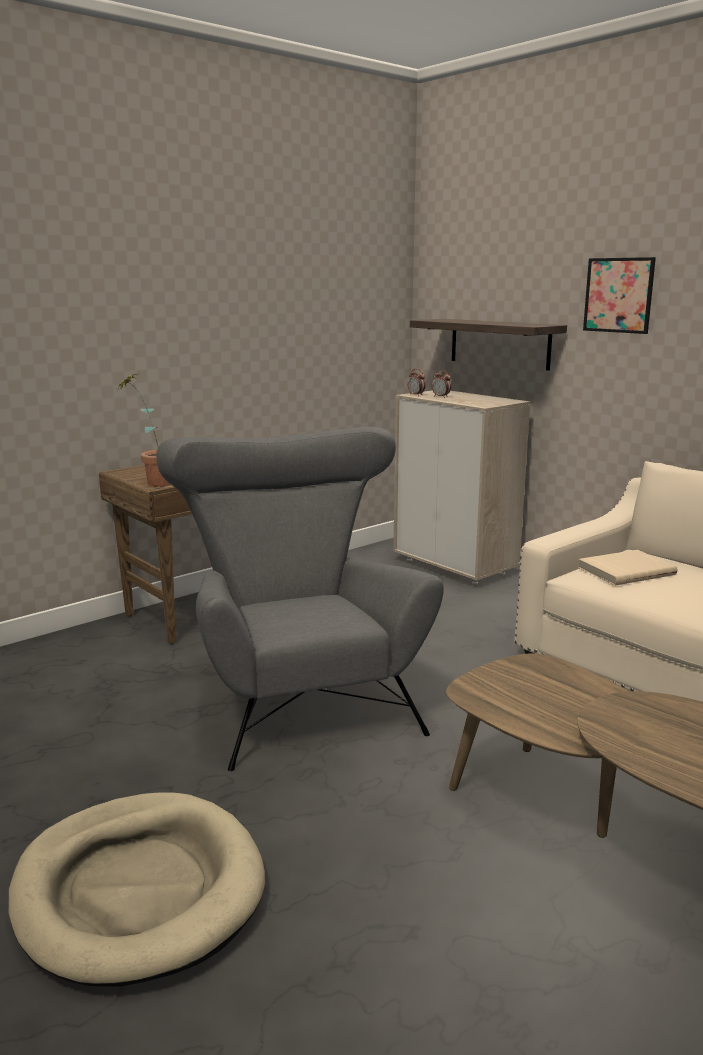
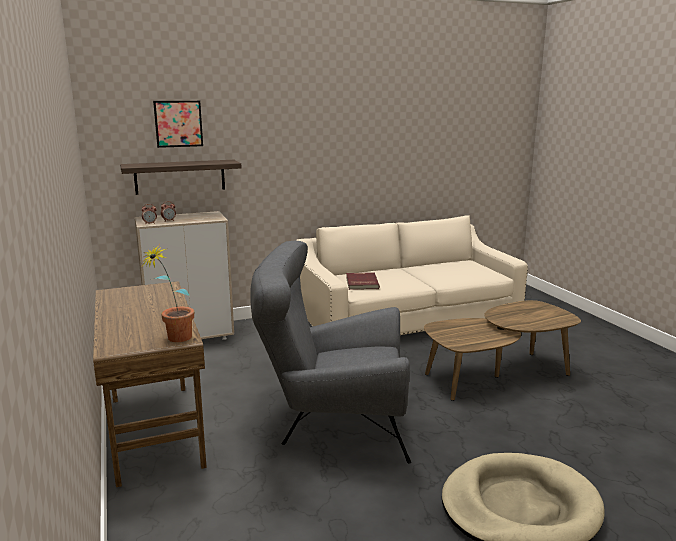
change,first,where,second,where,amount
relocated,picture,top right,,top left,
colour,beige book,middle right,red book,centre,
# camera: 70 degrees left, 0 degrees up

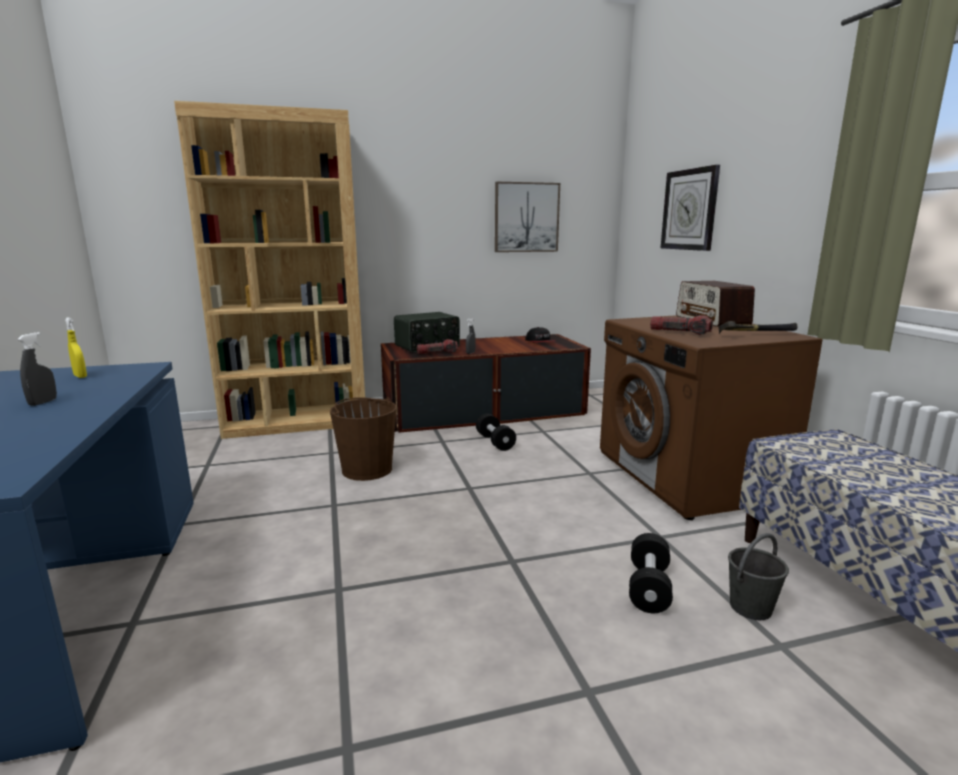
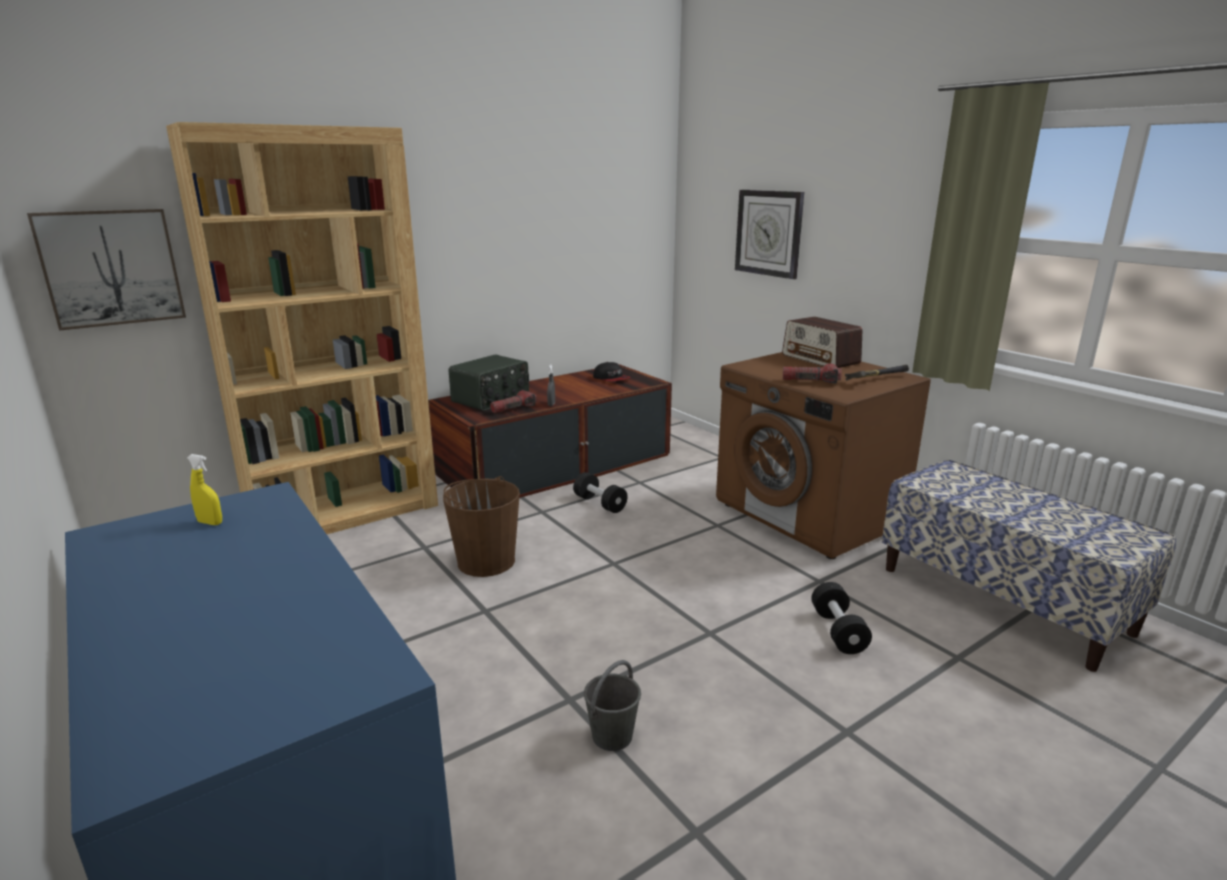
change,first,where,second,where,amount
missing,grey spray bottle (no. 1 from left),middle left,,,
relocated,picture,top centre,,top left,
relocated,grey bucket,bottom right,,bottom centre,
# camera: 20 degrees left, 5 degrees up

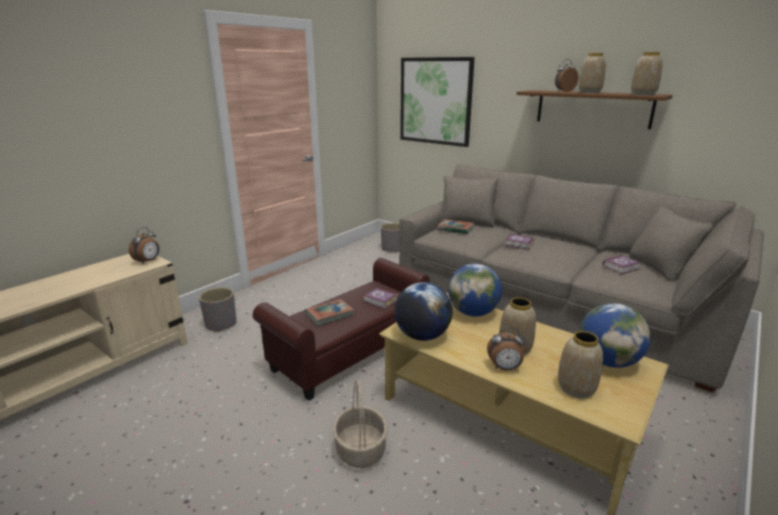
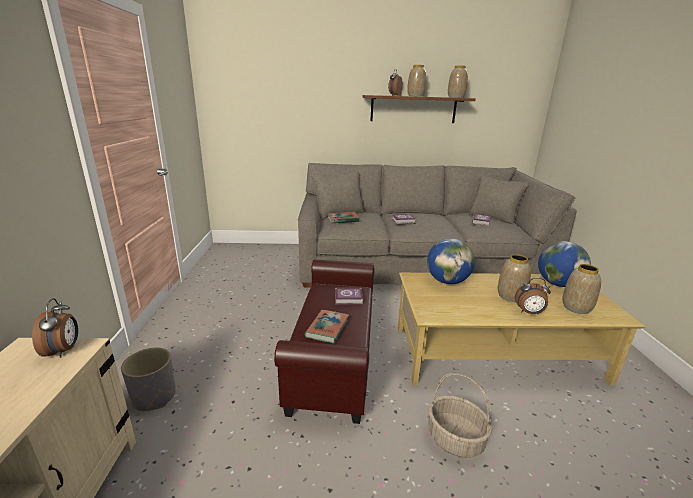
change,first,where,second,where,amount
missing,grey planter (no. 2 from left),centre,,,
missing,globe (no. 1 from left),centre,,,
missing,picture,top centre,,,
spun,alarm clock (no. 2 from left in the first image),bottom centre,alarm clock (no. 3 from left),middle right,45 degrees clockwise
# camera: 40 degrees left, 0 degrees up

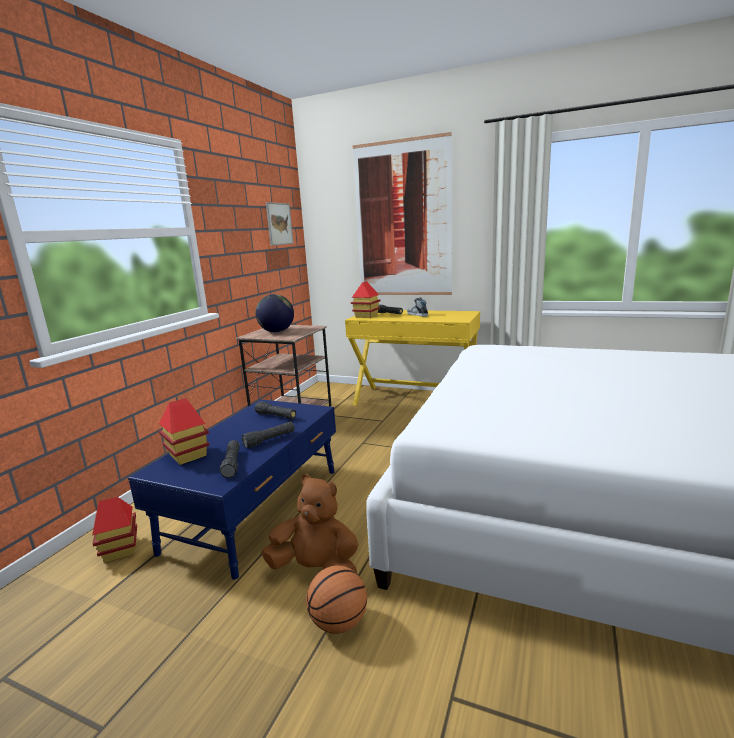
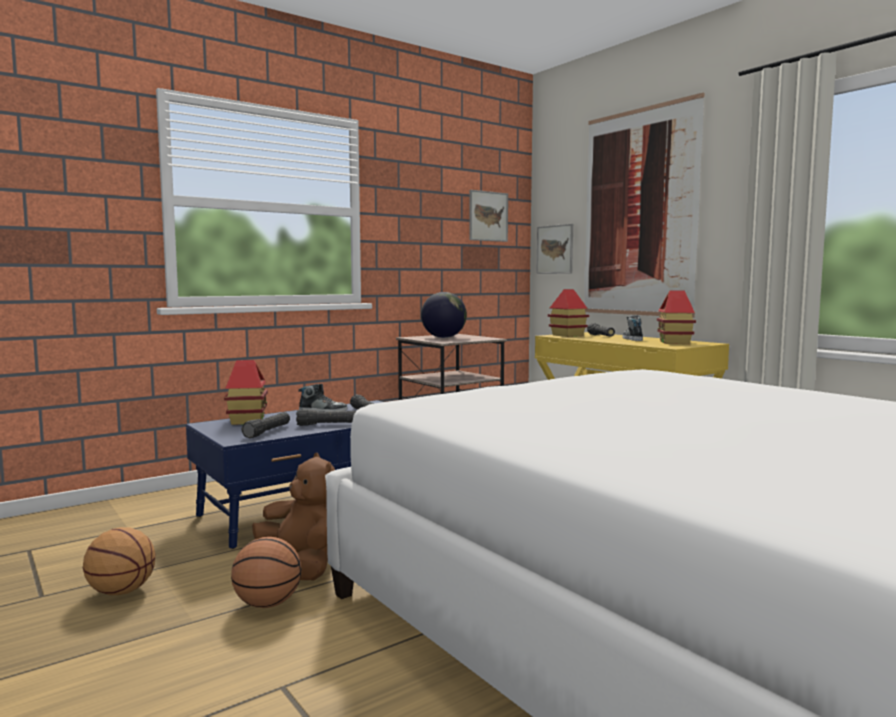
change,first,where,second,where,amount
appeared,,,basketball (no. 1 from left),bottom left,
appeared,,,shoe (no. 1 from left),centre,
appeared,,,picture (no. 2 from left),centre,
relocated,toy house (no. 1 from left in the first image),bottom left,toy house (no. 3 from left),middle right,
# camera: 30 degrees right, 10 degrees down

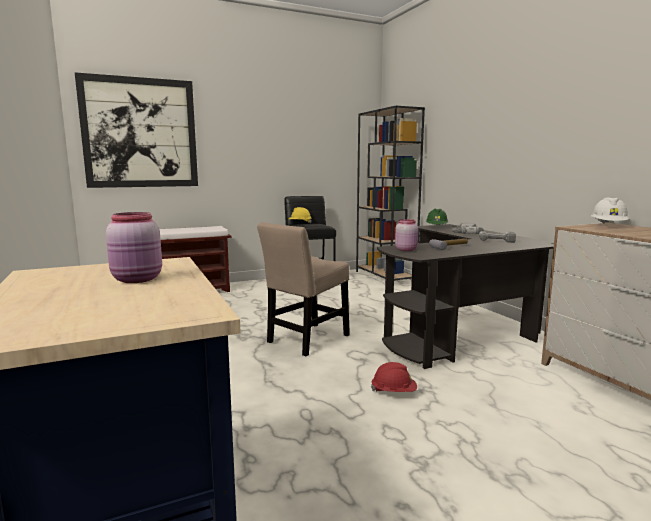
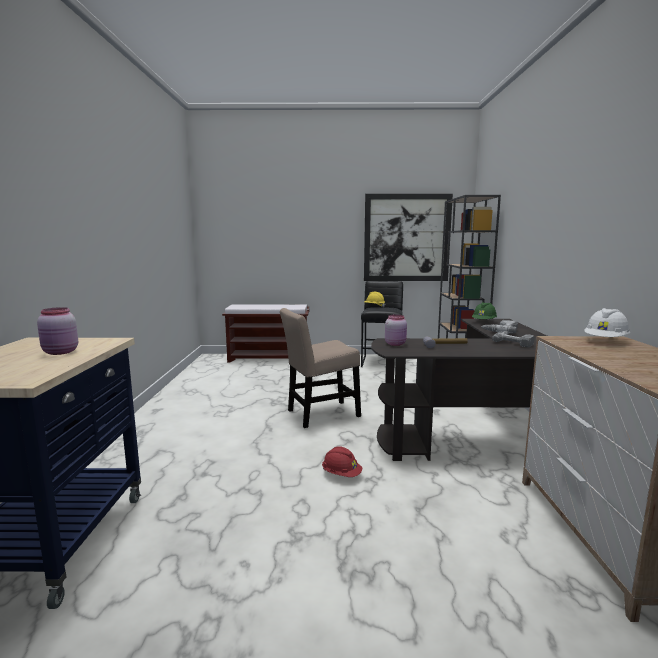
change,first,where,second,where,amount
relocated,picture,top left,,centre,
# camera: 25 degrees right, 0 degrees up

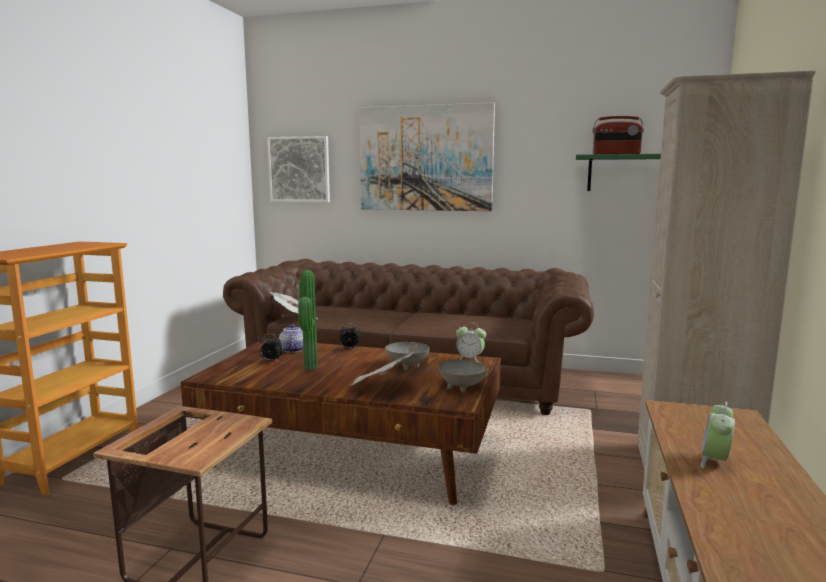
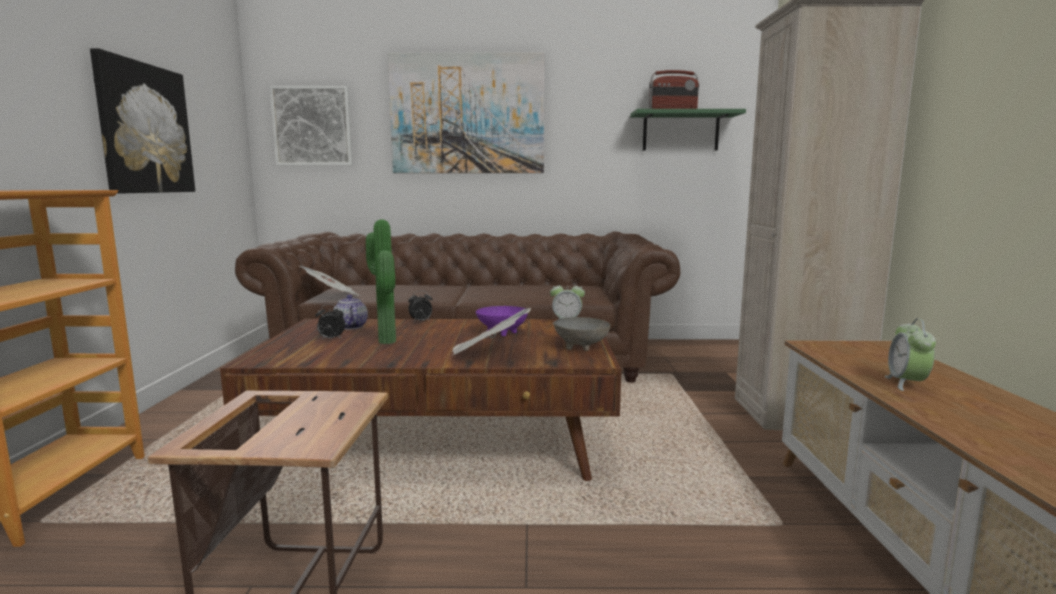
change,first,where,second,where,amount
appeared,,,picture (no. 1 from left),top left,
colour,grey bowl (no. 1 from left),centre,purple bowl,centre,
# camera: 15 degrees left, 0 degrees up

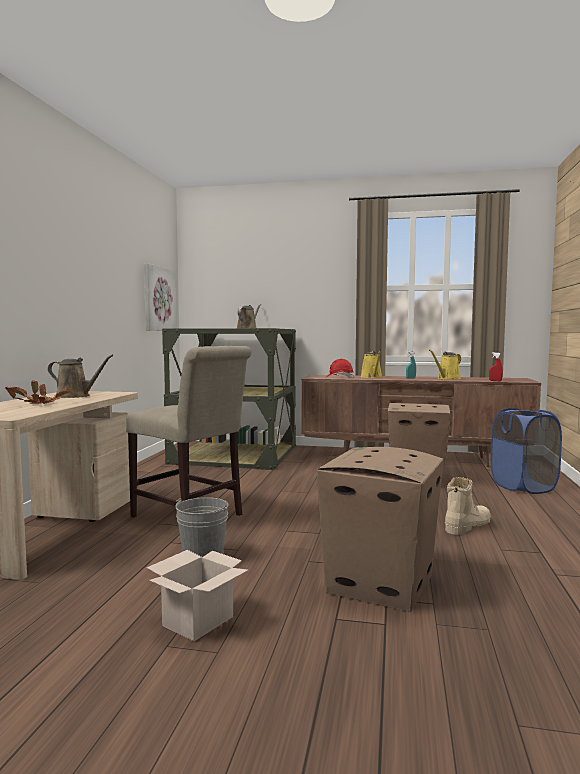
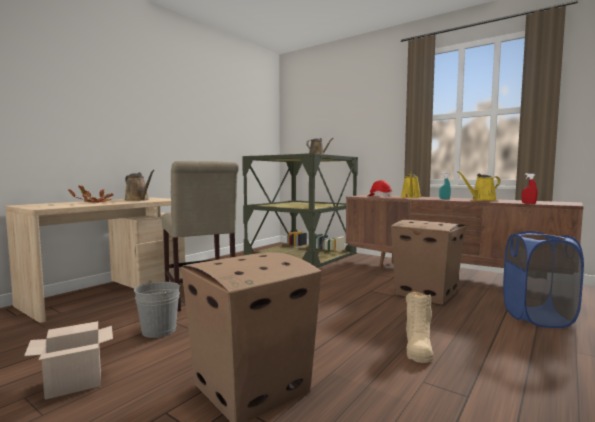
change,first,where,second,where,amount
missing,picture,middle left,,,
spun,beige boot,middle right,,bottom right,120 degrees clockwise
# camera: 25 degrees right, 0 degrees up

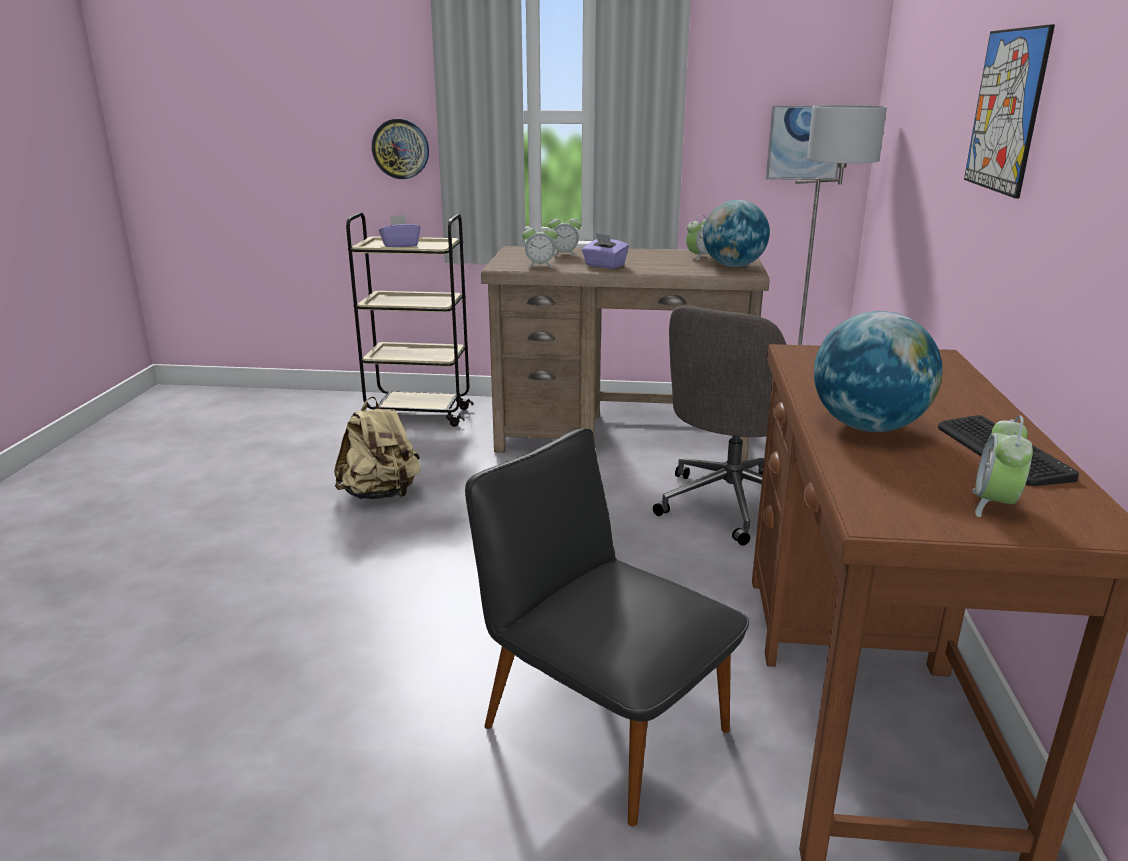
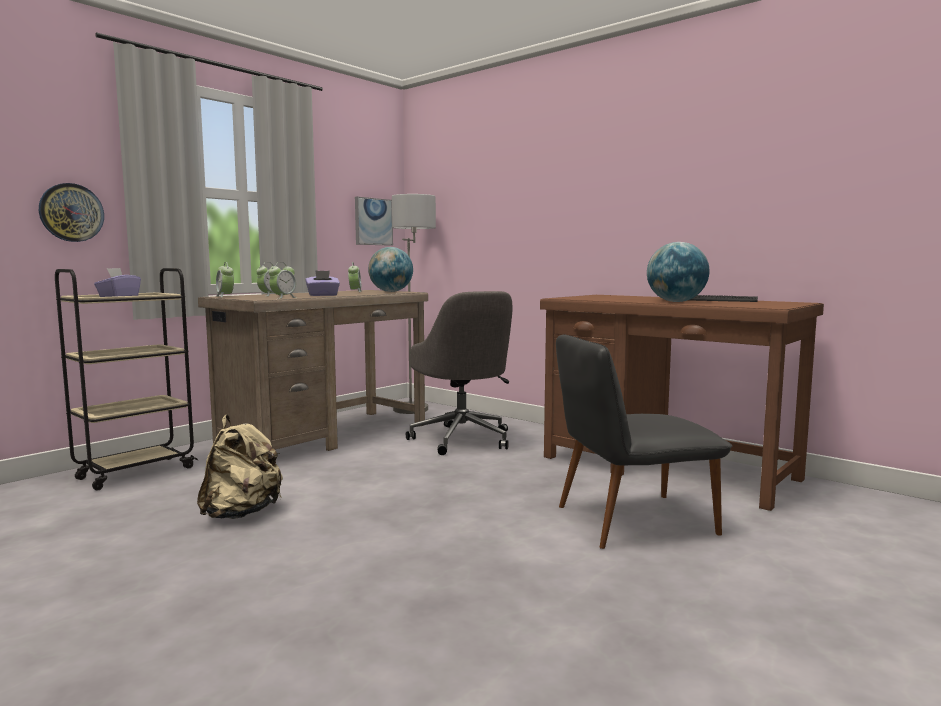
change,first,where,second,where,amount
missing,picture (no. 2 from left),top right,,,
relocated,alarm clock (no. 4 from left in the first image),middle right,alarm clock (no. 1 from left),middle left,
# camera: 55 degrees left, 15 degrees down

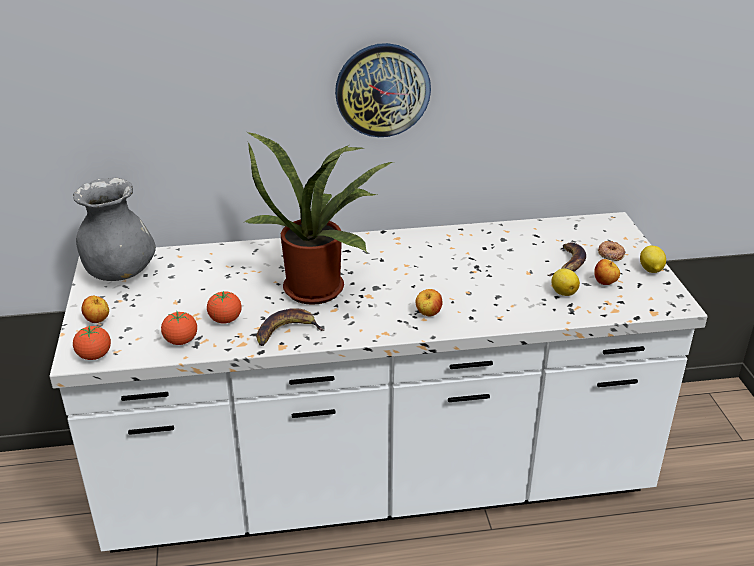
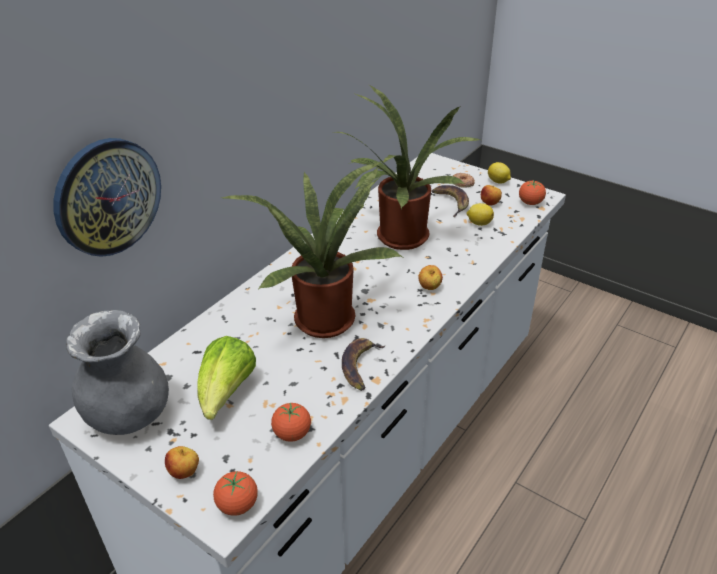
change,first,where,second,where,amount
appeared,,,lettuce,middle left,
appeared,,,potted plant (no. 2 from left),top centre,
relocated,tomato (no. 3 from left),middle left,,middle right,
relocated,wall clock,top centre,,middle left,
# camera: 45 degrees left, 5 degrees up

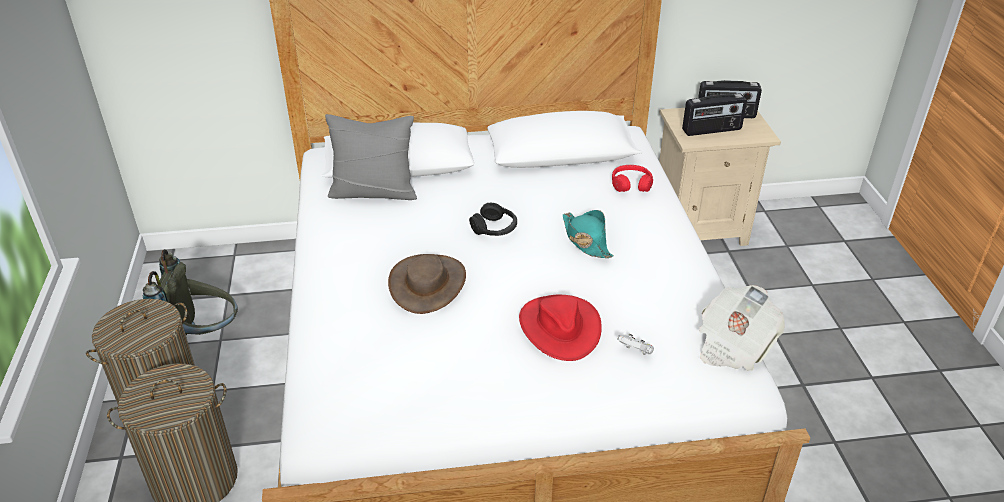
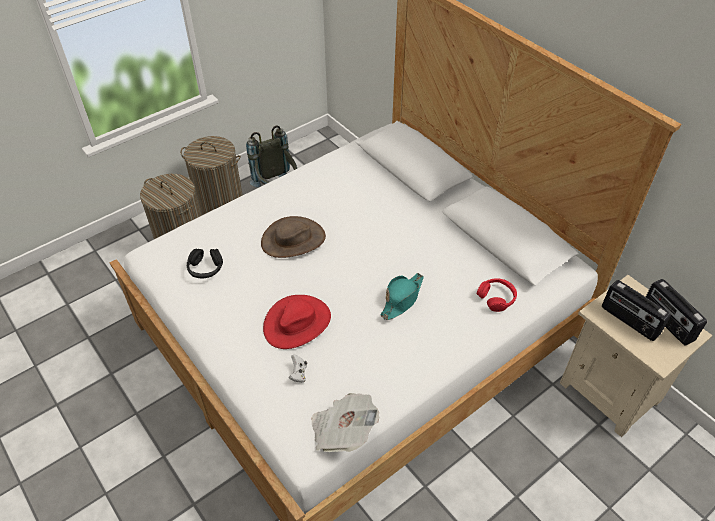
change,first,where,second,where,amount
missing,grey pillow,top centre,,,
relocated,black headphones,centre,,middle left,
# camera: 60 degrees right, 10 degrees up

